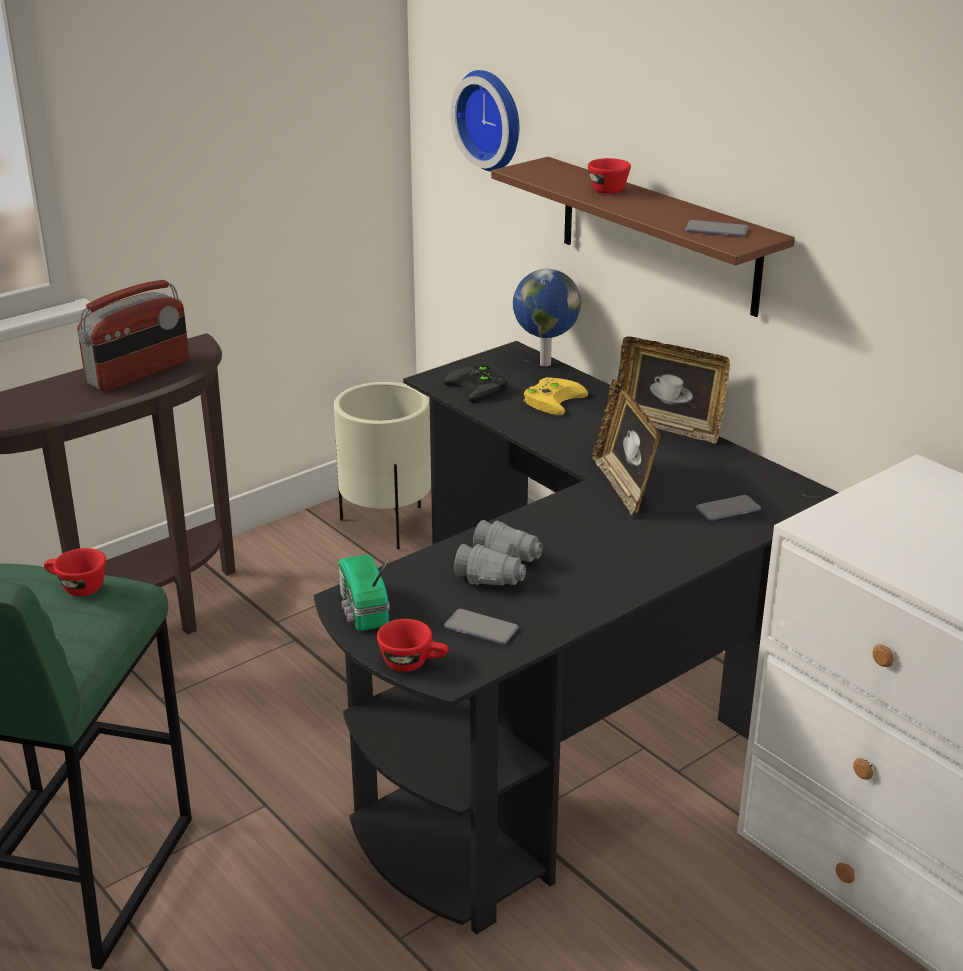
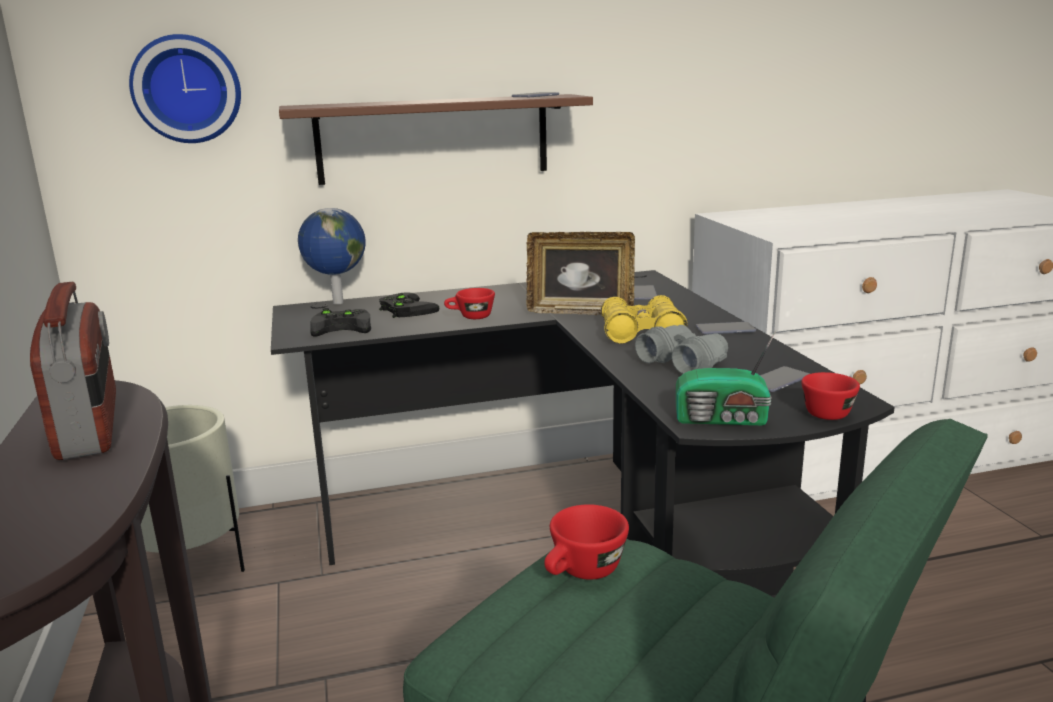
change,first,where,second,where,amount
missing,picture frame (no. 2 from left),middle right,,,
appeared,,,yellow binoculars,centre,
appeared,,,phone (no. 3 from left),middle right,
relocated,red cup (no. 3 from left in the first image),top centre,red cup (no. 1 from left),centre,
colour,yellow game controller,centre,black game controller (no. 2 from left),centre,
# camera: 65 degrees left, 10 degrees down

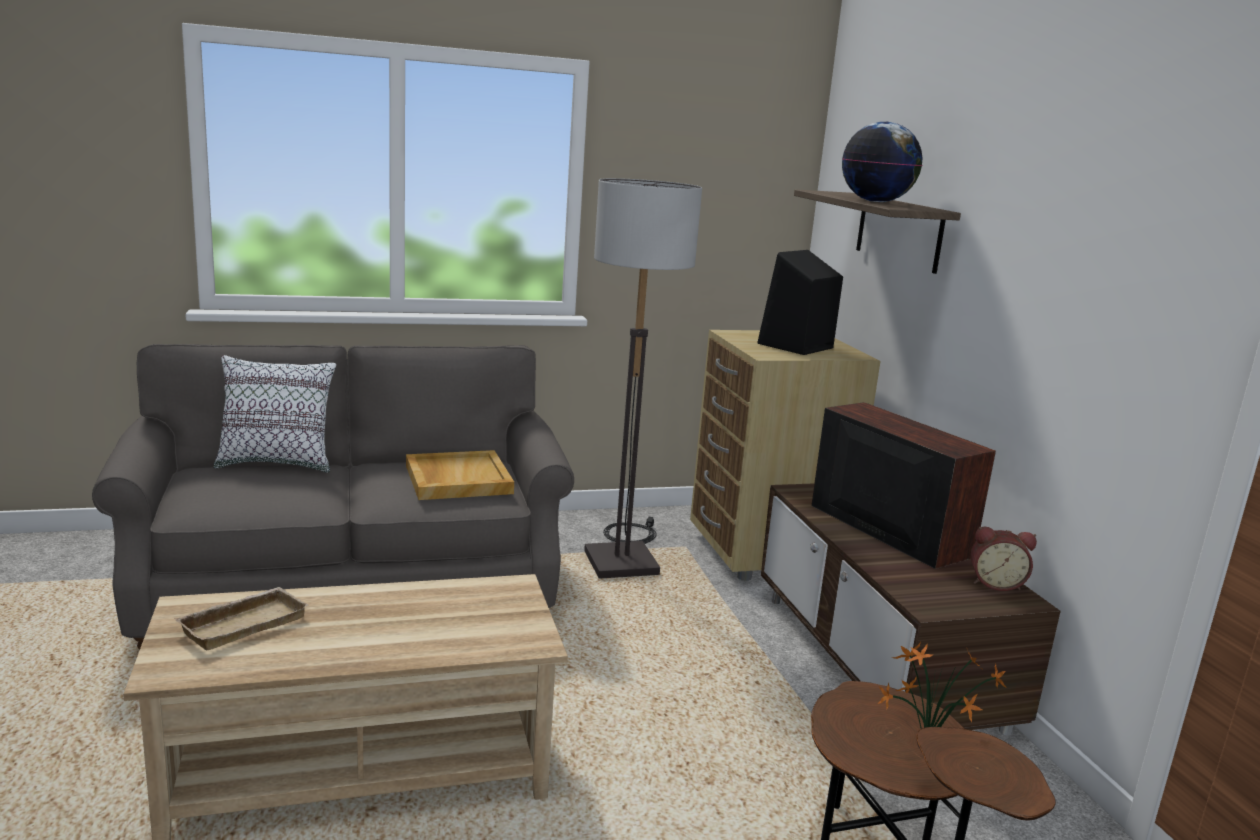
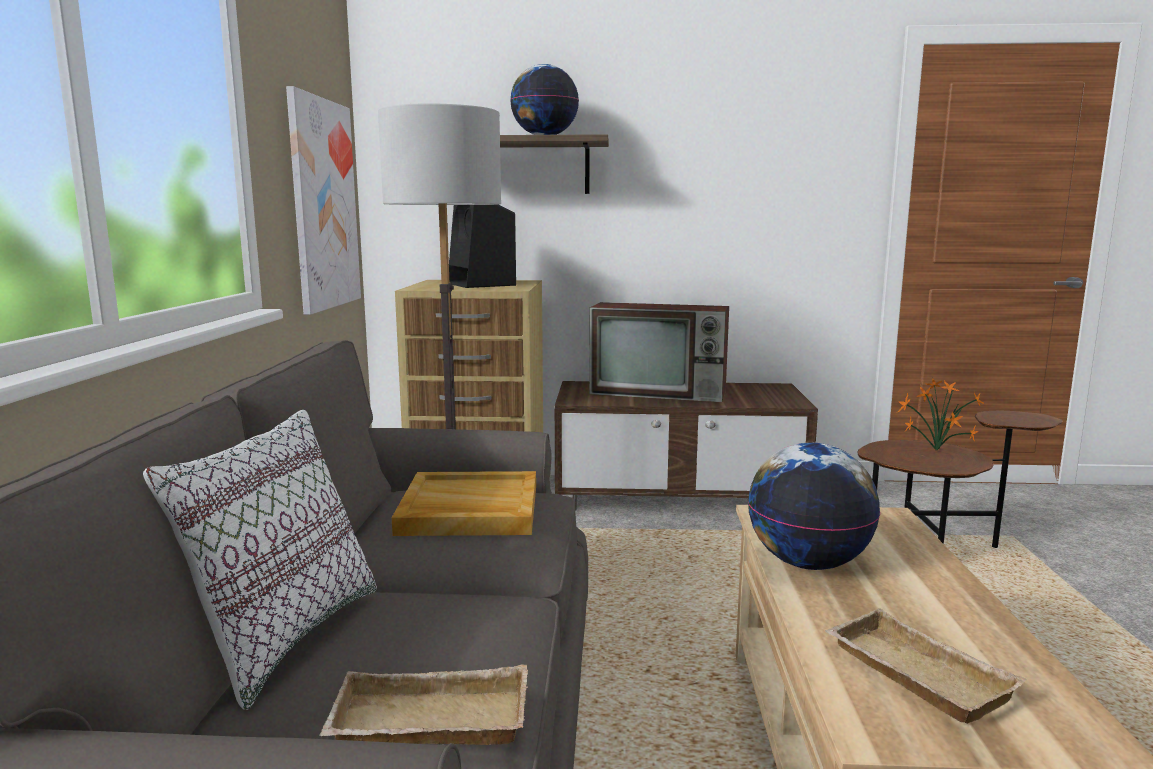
change,first,where,second,where,amount
missing,alarm clock,middle right,,,
appeared,,,picture,top left,
appeared,,,beige tray (no. 1 from left),bottom centre,
appeared,,,globe (no. 2 from left),middle right,
spun,television,middle right,,centre,150 degrees counterclockwise
# camera: 70 degrees left, 5 degrees down

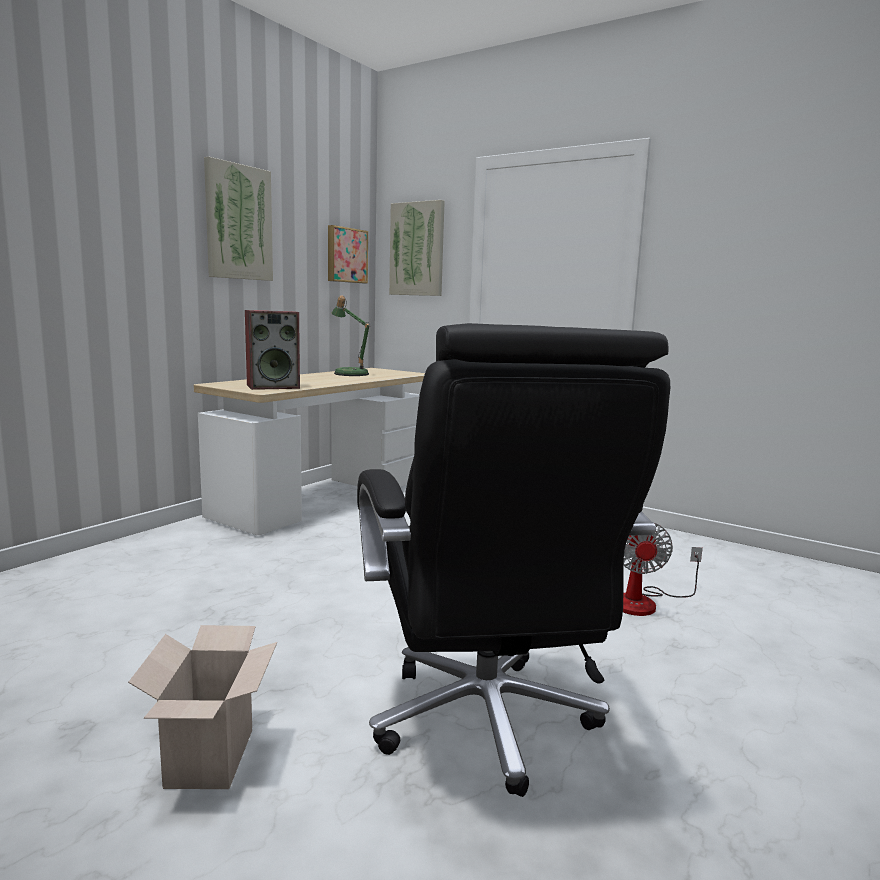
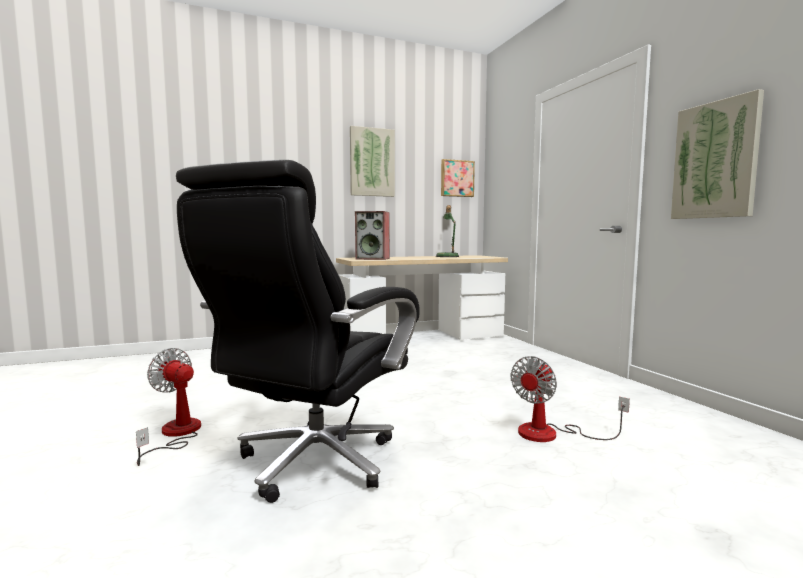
change,first,where,second,where,amount
relocated,picture (no. 3 from left),top centre,,top right,
exchanged,cardboard box,bottom left,fan (no. 1 from left),bottom left,
# camera: 35 degrees right, 5 degrees down

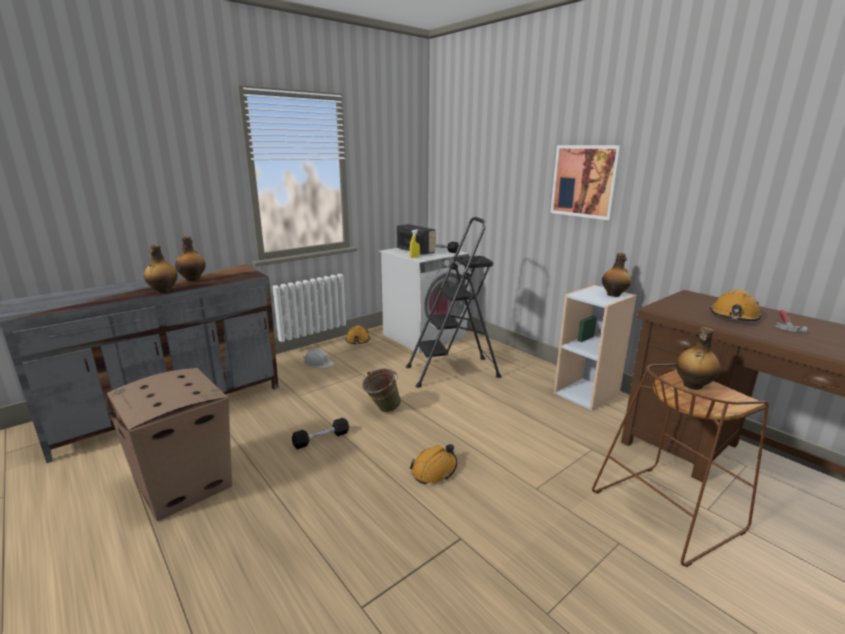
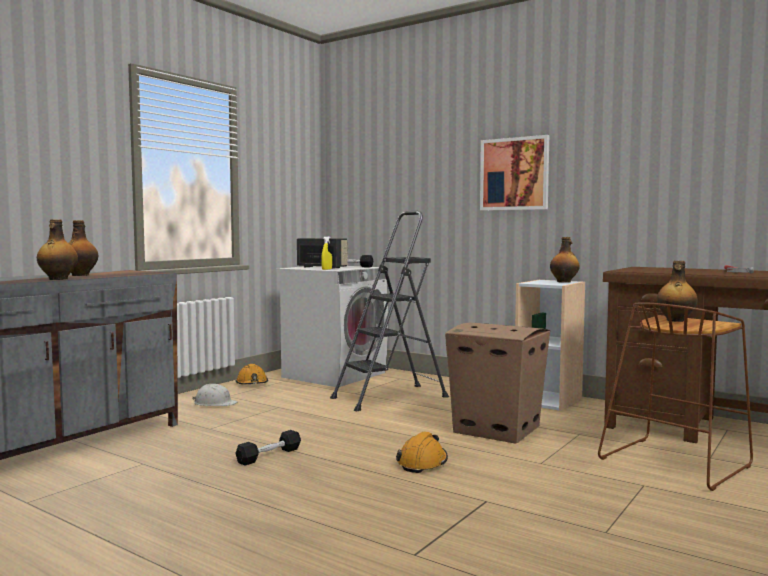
change,first,where,second,where,amount
missing,green bucket,centre,,,
missing,orange hard hat (no. 3 from left),middle right,,,
relocated,cardboard box,bottom left,,centre,
# camera: 15 degrees left, 15 degrees down

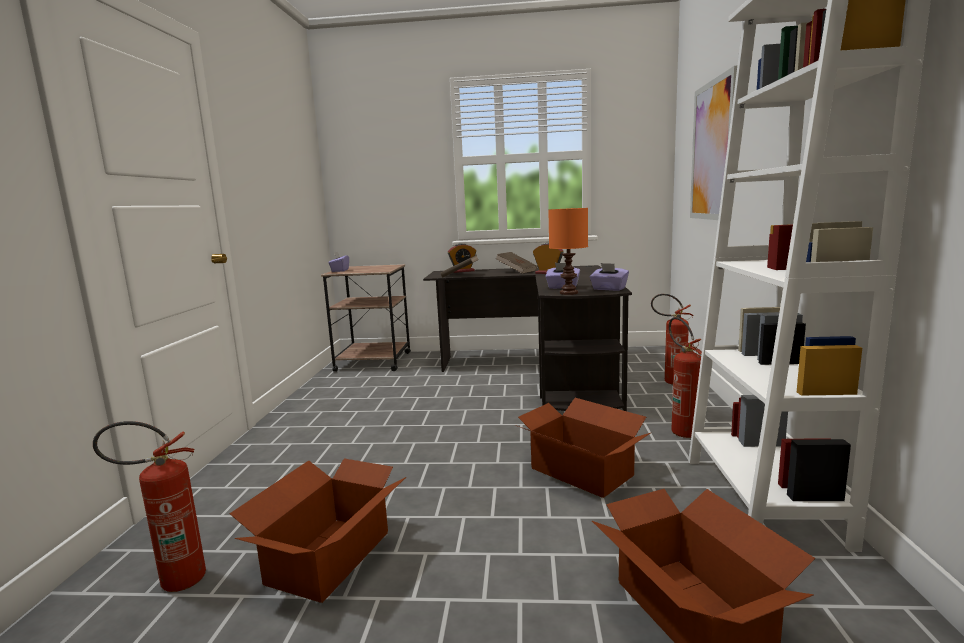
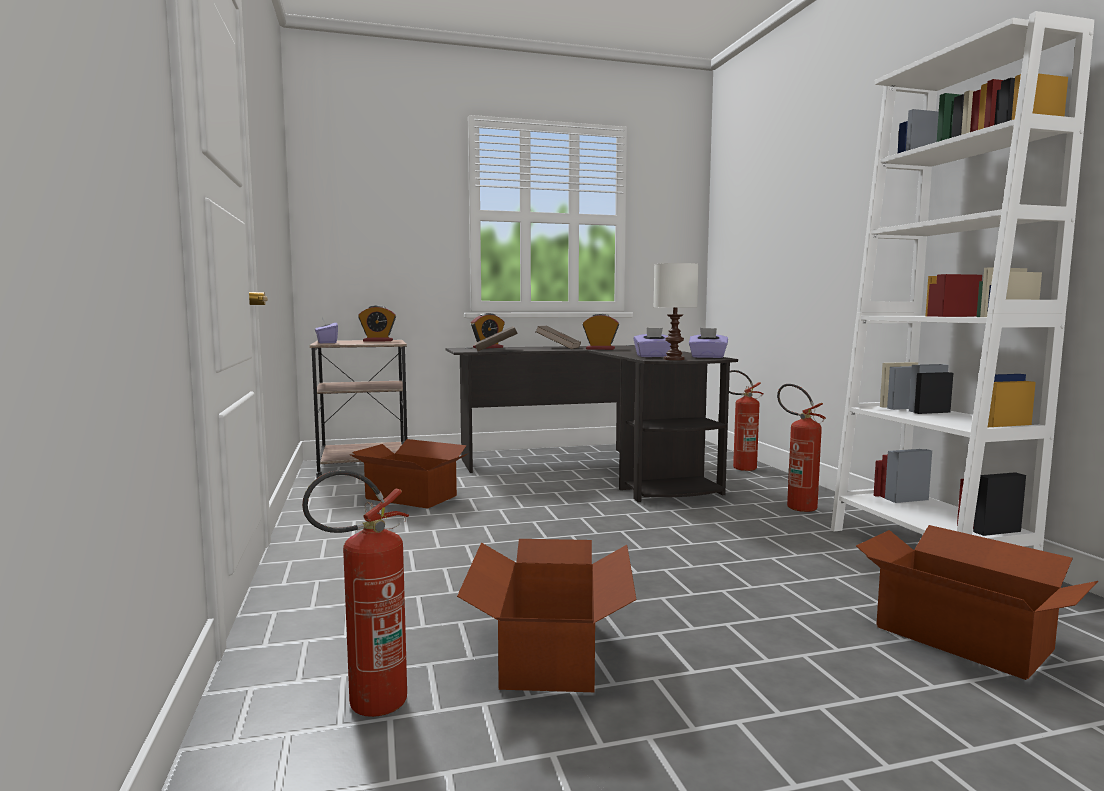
change,first,where,second,where,amount
missing,picture,top right,,,
appeared,,,alarm clock (no. 1 from left),centre,
relocated,cardboard box (no. 2 from left in the first image),bottom centre,cardboard box (no. 1 from left),centre,
colour,orange table lamp,centre,white table lamp,centre,
# camera: 20 degrees left, 5 degrees down

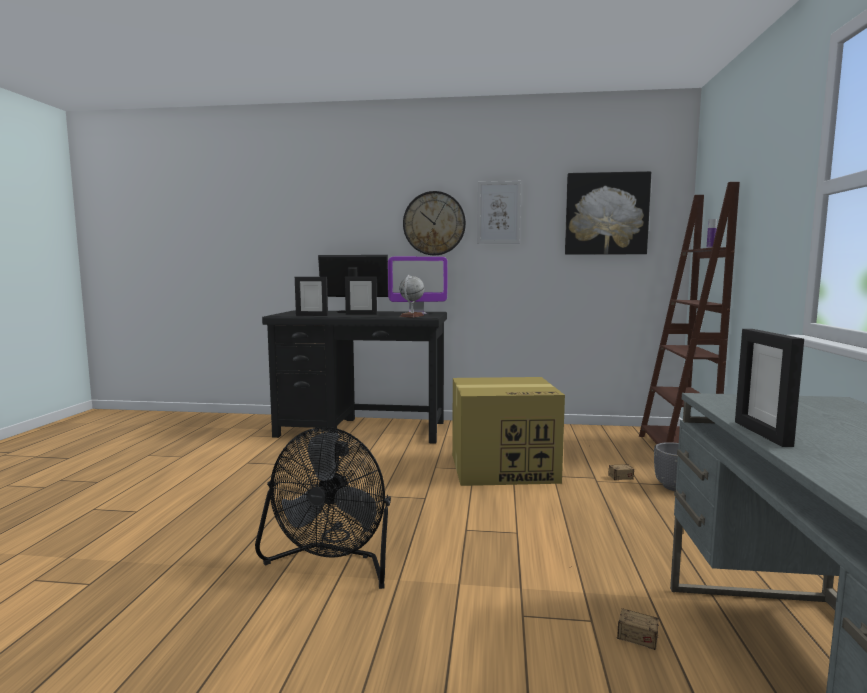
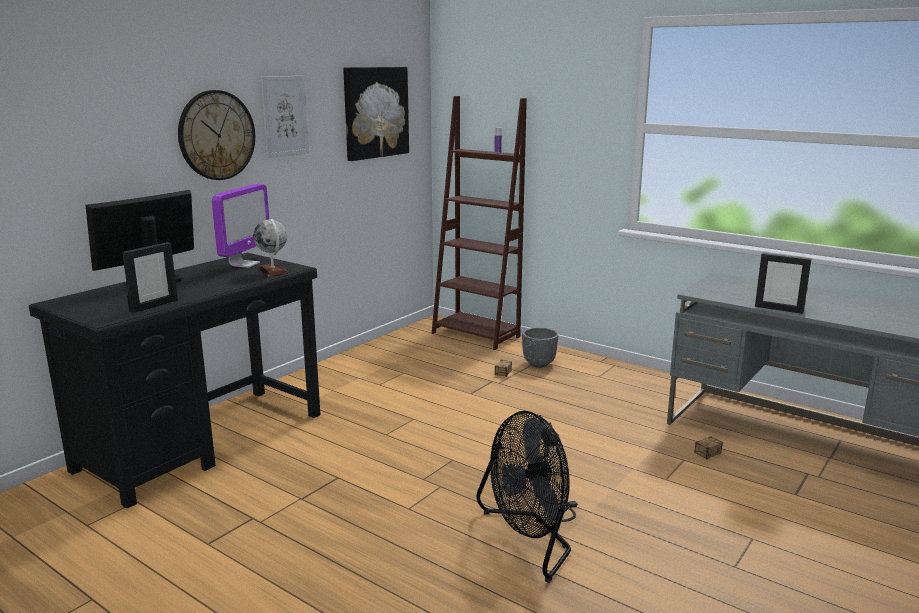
change,first,where,second,where,amount
missing,picture frame (no. 2 from left),centre,,,
missing,cardboard box,centre,,,
spun,black fan,bottom centre,,bottom centre,105 degrees clockwise
# camera: 60 degrees left, 10 degrees up

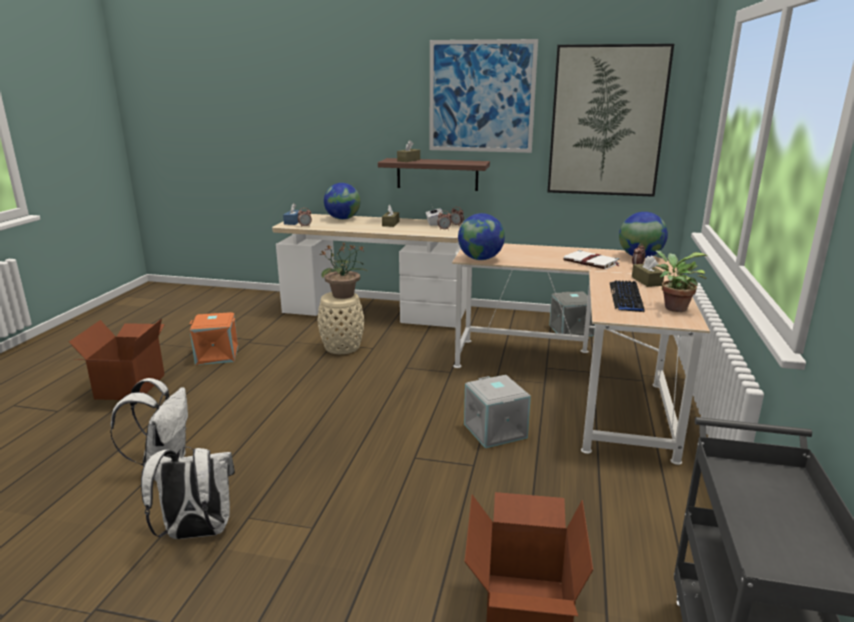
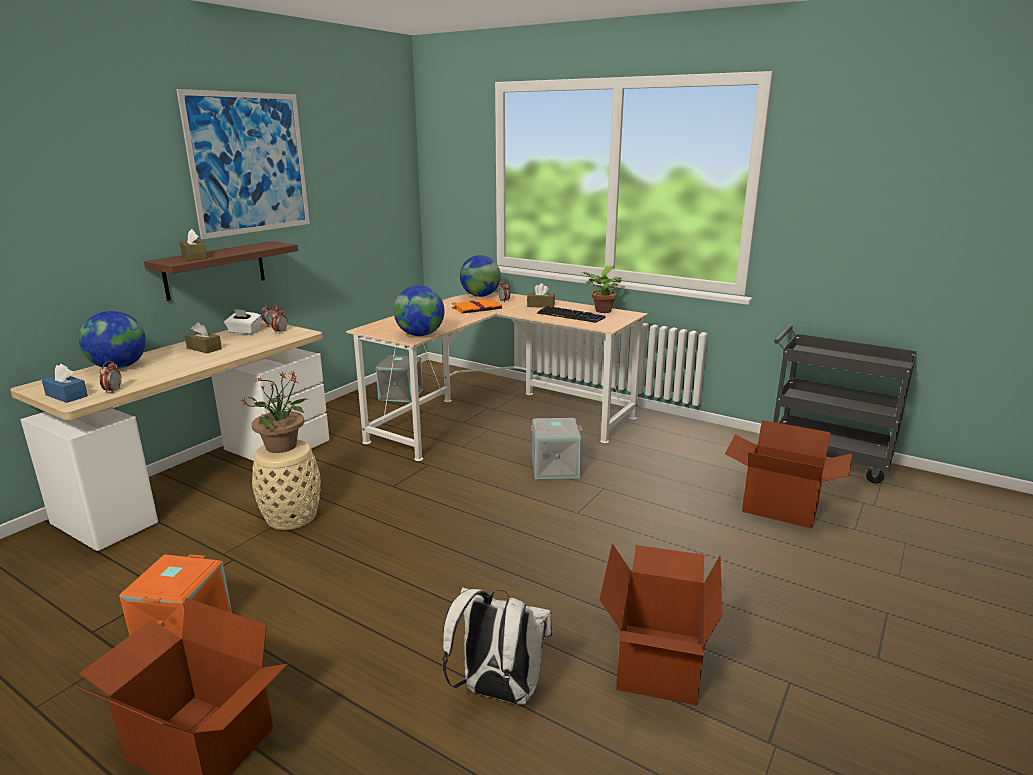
change,first,where,second,where,amount
missing,picture (no. 2 from left),top right,,,
exchanged,white backpack (no. 2 from left),bottom left,cardboard box (no. 2 from left),bottom centre,
colour,white book,middle right,orange book,centre,
# camera: 70 degrees left, 0 degrees up

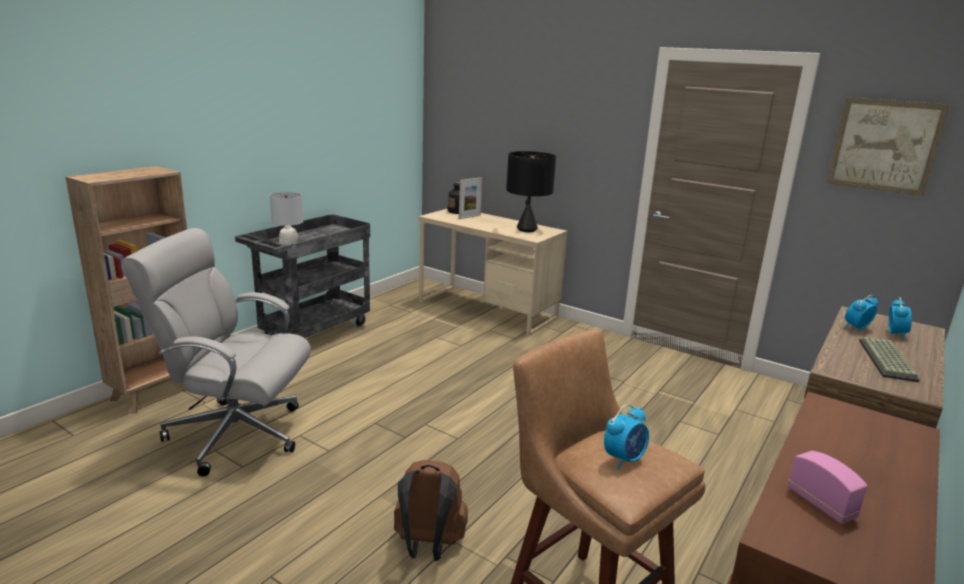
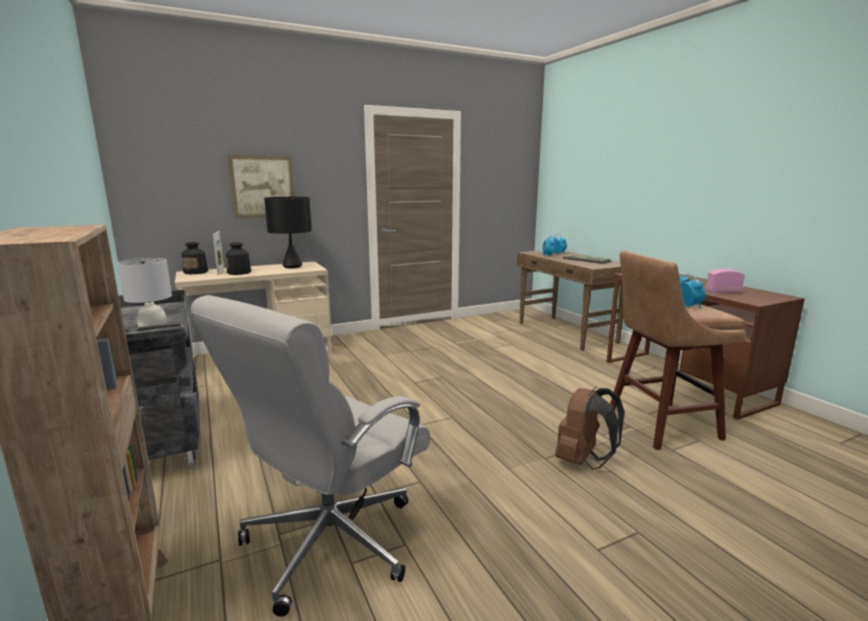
change,first,where,second,where,amount
appeared,,,bottle (no. 2 from left),middle left,
relocated,picture,top right,,top left,
# camera: 60 degrees left, 5 degrees down

